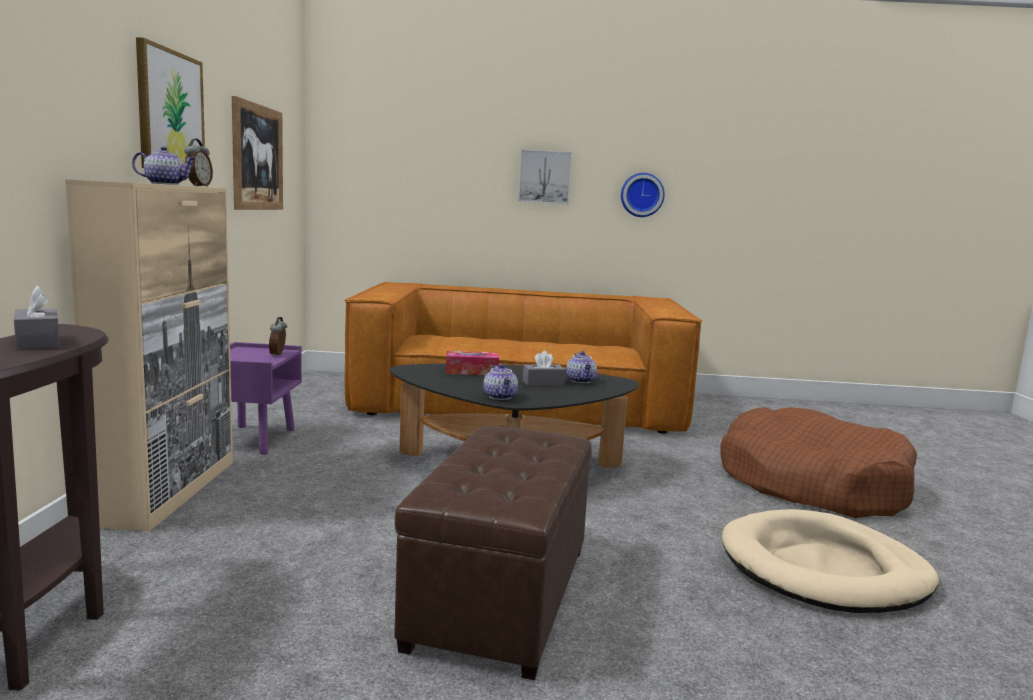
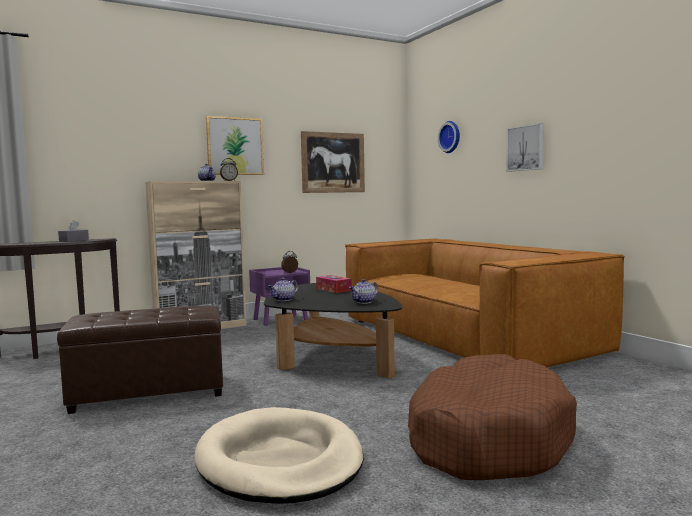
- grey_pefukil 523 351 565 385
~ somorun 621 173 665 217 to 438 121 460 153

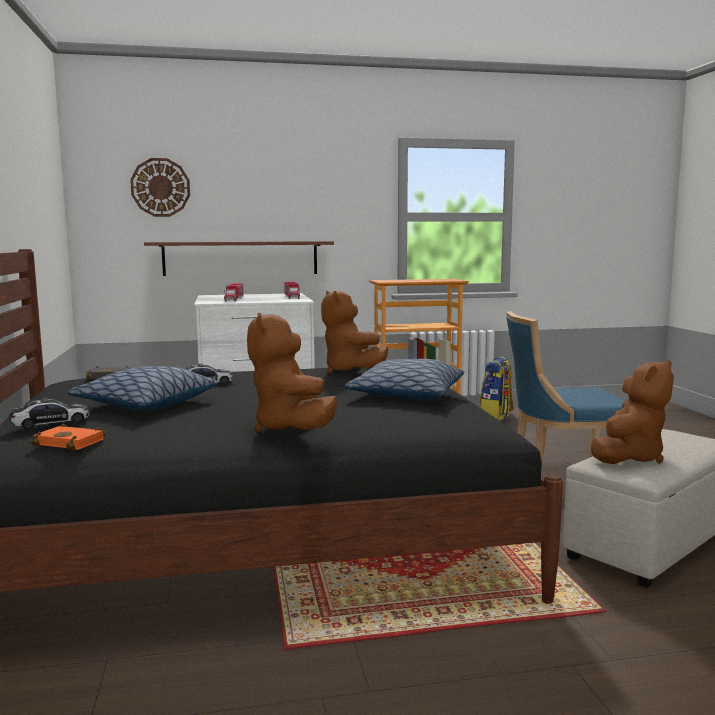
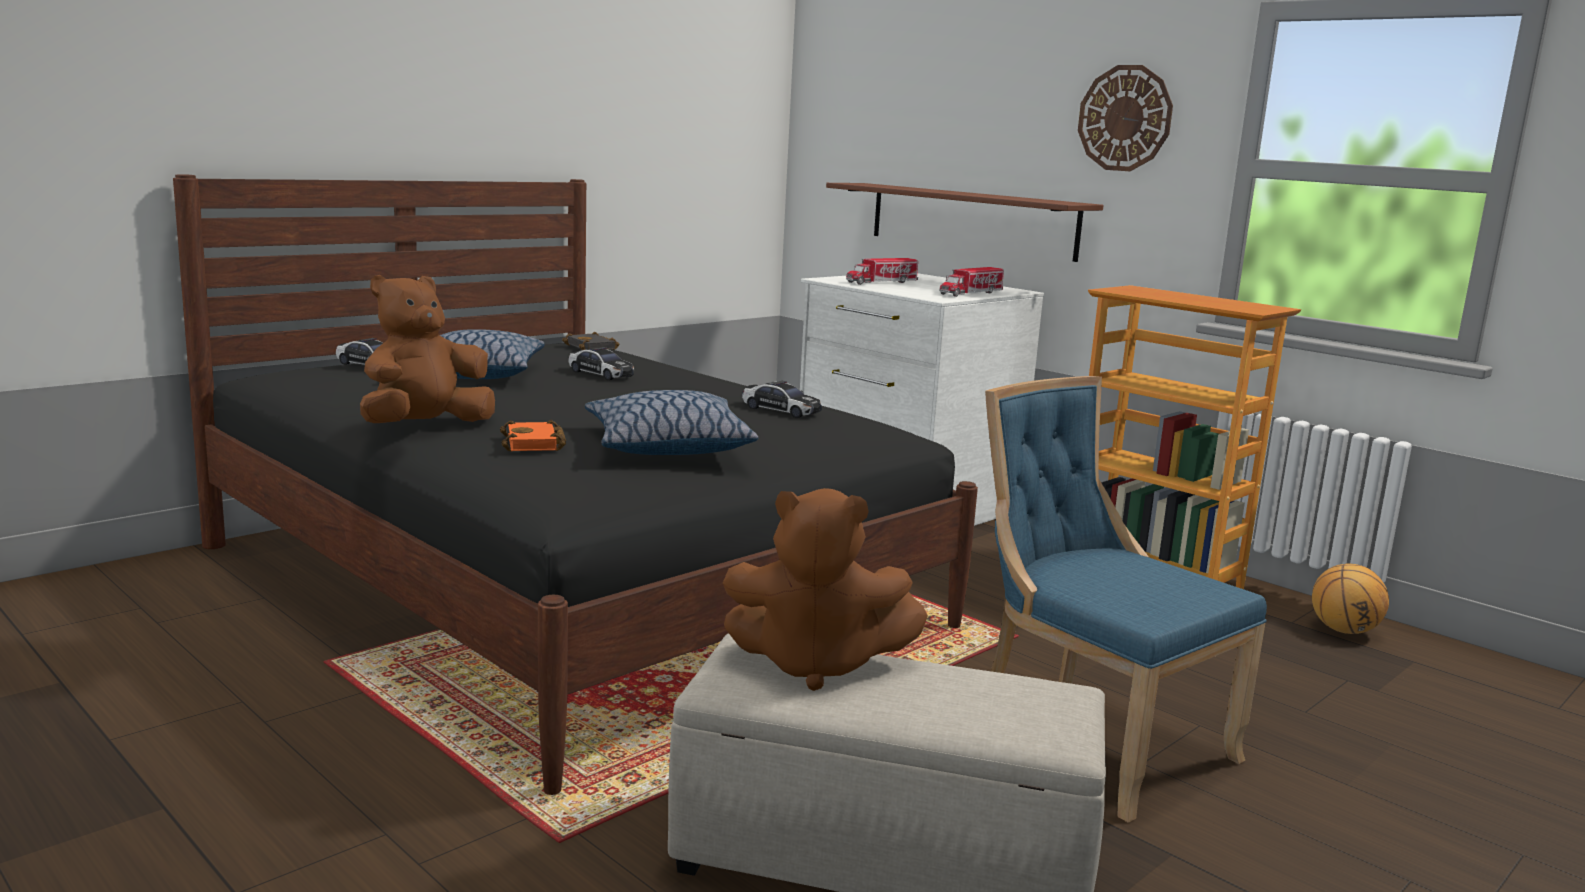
~ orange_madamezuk 30 423 106 451 to 500 420 566 452
~ somorun 130 158 190 217 to 1078 65 1173 171
~ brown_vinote 321 291 388 374 to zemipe 742 381 822 418
~ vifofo 479 357 514 421 to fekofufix 1312 564 1389 634

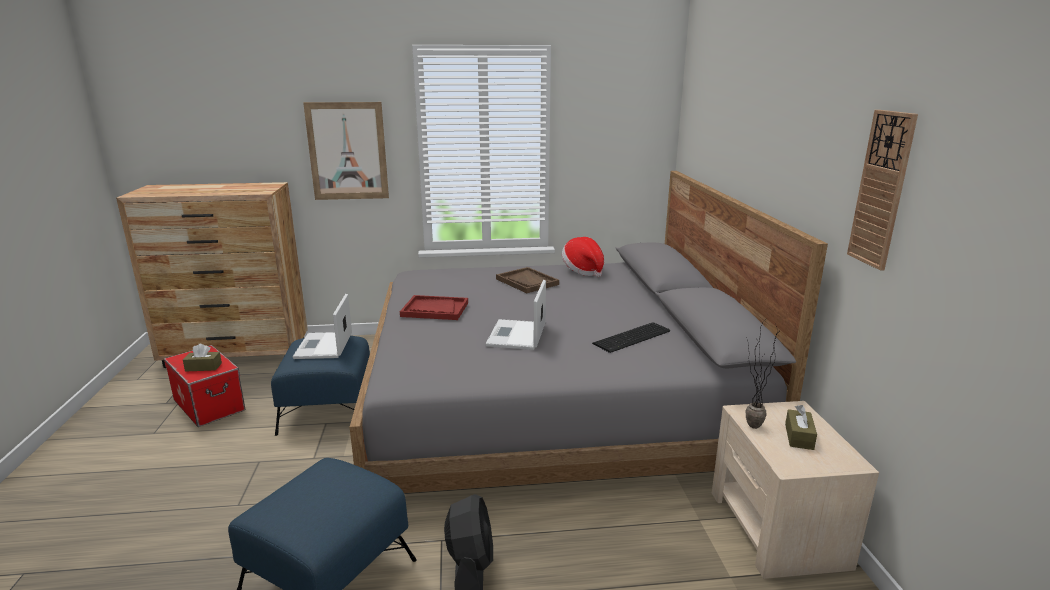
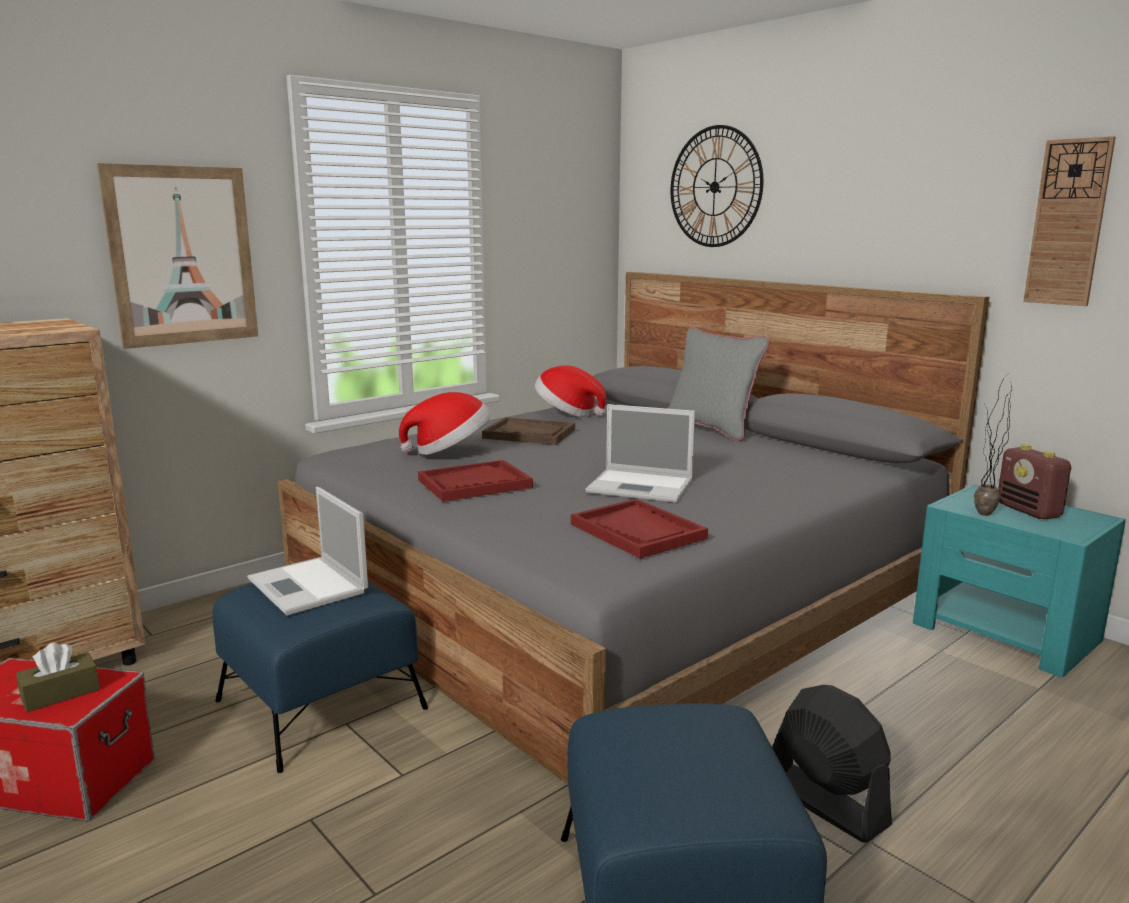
~ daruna 485 280 546 350 = 585 404 695 503 45 degrees counterclockwise
- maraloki 592 322 670 353
~ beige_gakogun 712 401 879 579 to turquoise_gakogun 913 484 1126 677
~ brown_pefukil 785 405 817 450 to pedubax 998 444 1072 519
+ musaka 399 392 491 455
+ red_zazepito 571 499 708 559
+ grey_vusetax 668 327 769 441
+ somorun 671 125 763 247

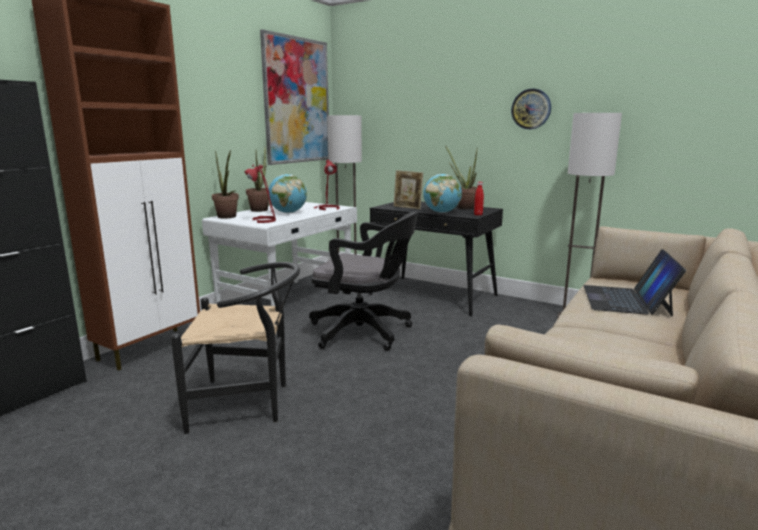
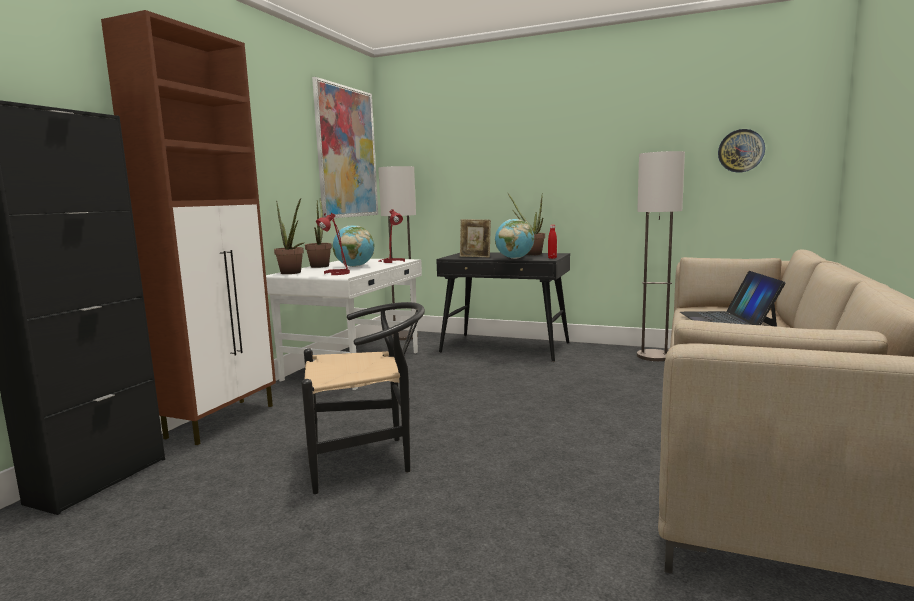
- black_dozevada 309 211 418 351
~ somorun 511 89 551 129 to 718 129 765 173

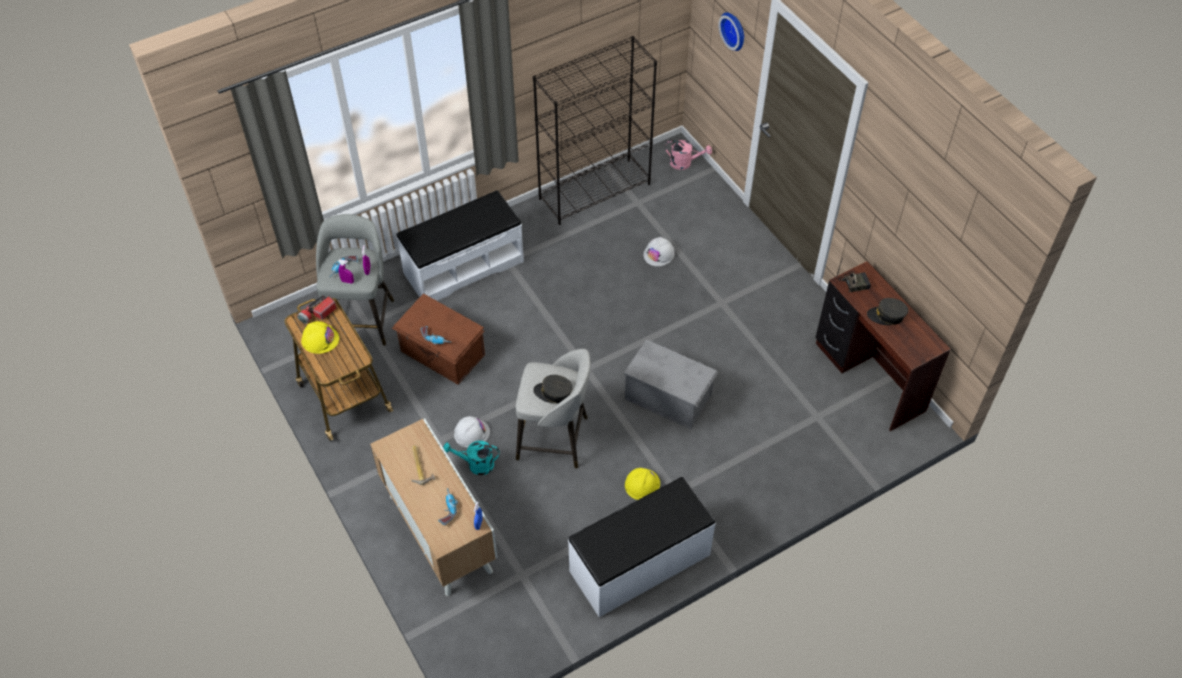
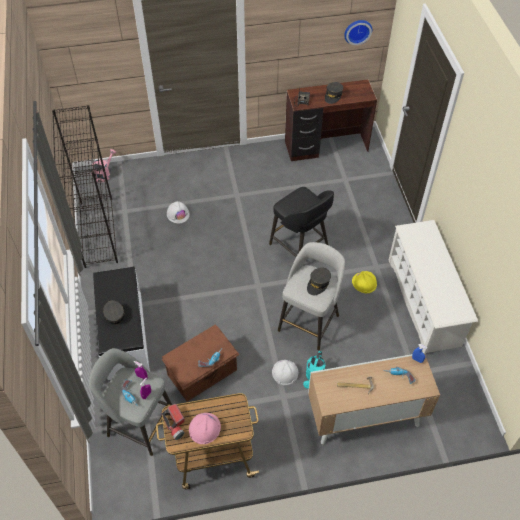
~ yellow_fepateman 301 321 339 354 to pink_fepateman 189 413 221 444
~ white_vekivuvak 568 477 716 617 to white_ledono 389 220 478 355
~ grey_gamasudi 623 340 719 429 to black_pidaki 269 187 334 257
~ somorun 719 12 744 51 to 344 20 372 45
+ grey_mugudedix 103 300 124 324

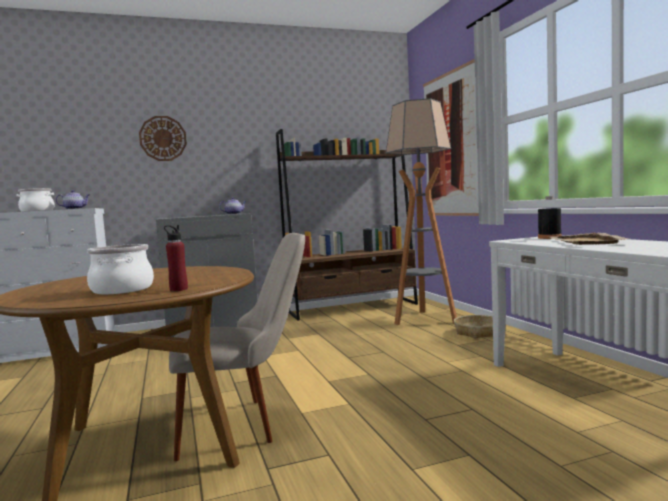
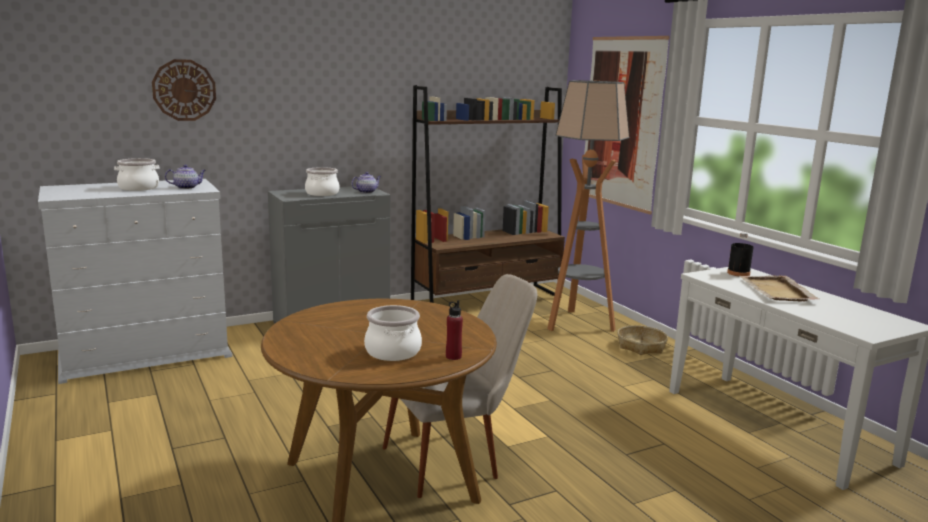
~ somorun 139 116 187 161 to 152 59 216 121
+ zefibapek 305 167 339 196

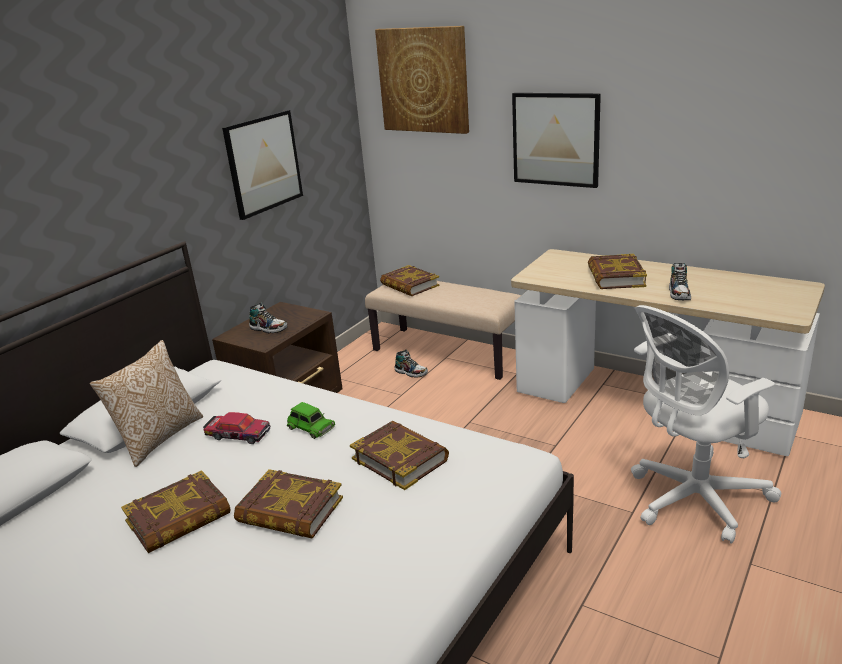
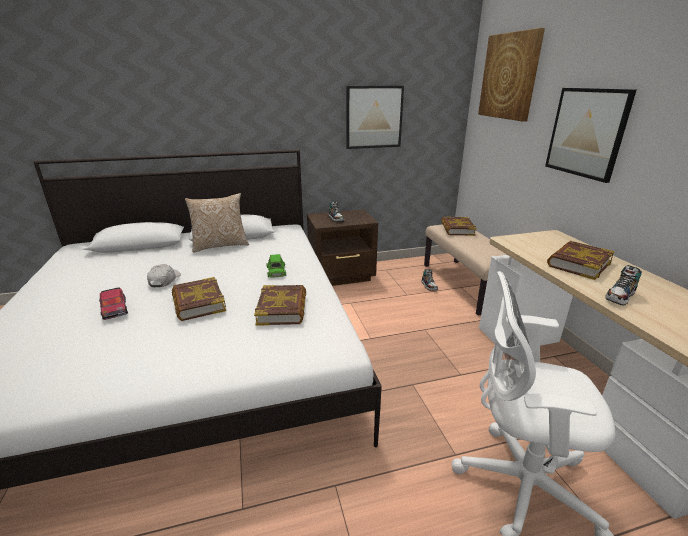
~ madamezuk 121 470 230 553 to white_mugudedix 147 264 181 287
~ zemipe 203 412 270 444 to 99 287 128 320

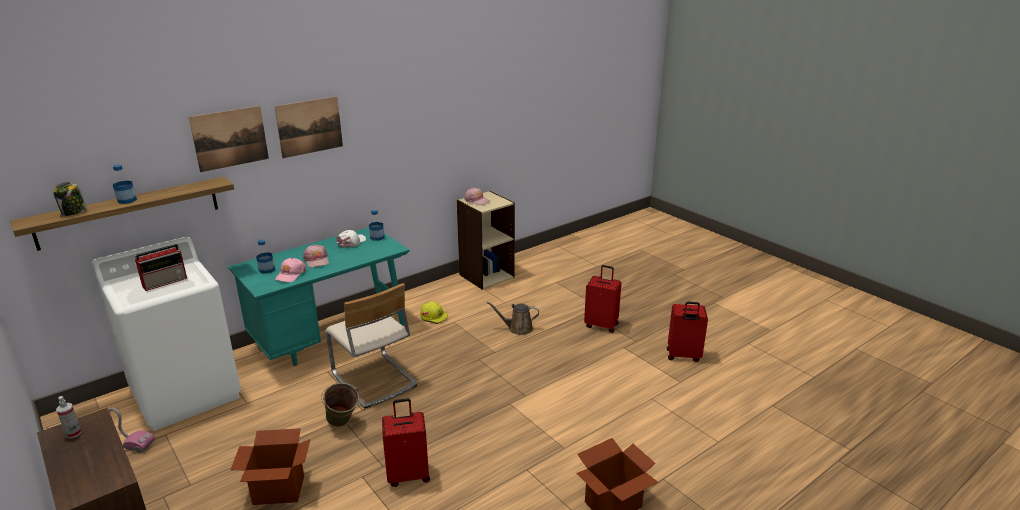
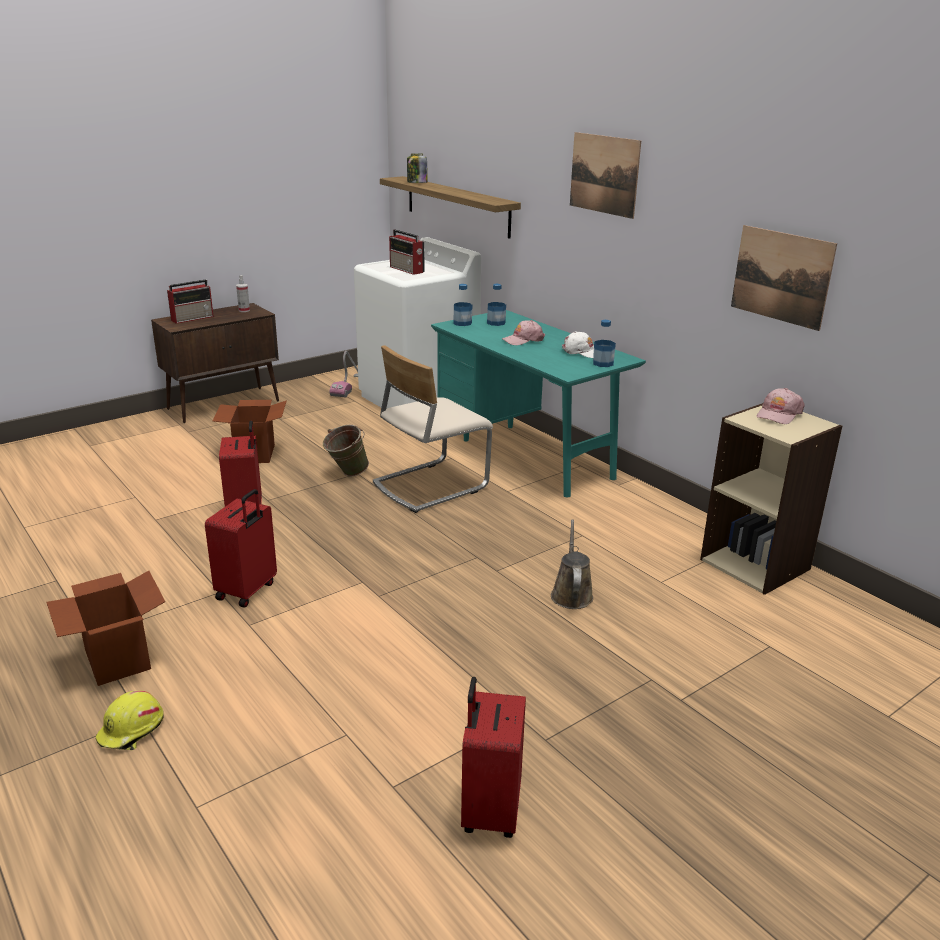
~ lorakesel 113 165 137 204 to 453 284 472 326
~ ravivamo 189 106 269 172 to 731 225 837 331
- pink_mugudedix 275 258 306 282
~ yellow_fepateman 420 301 448 324 to 95 690 164 750
~ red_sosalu 584 265 621 333 to 205 489 277 608
+ pedubax 167 279 214 324

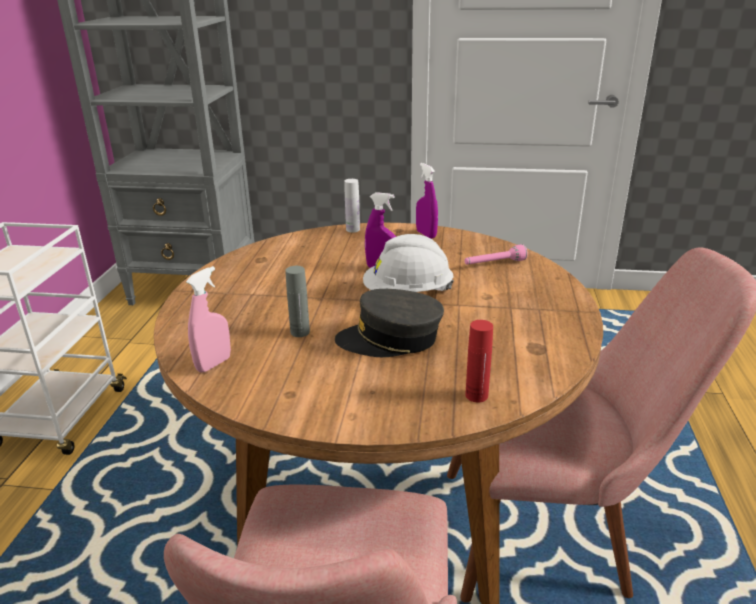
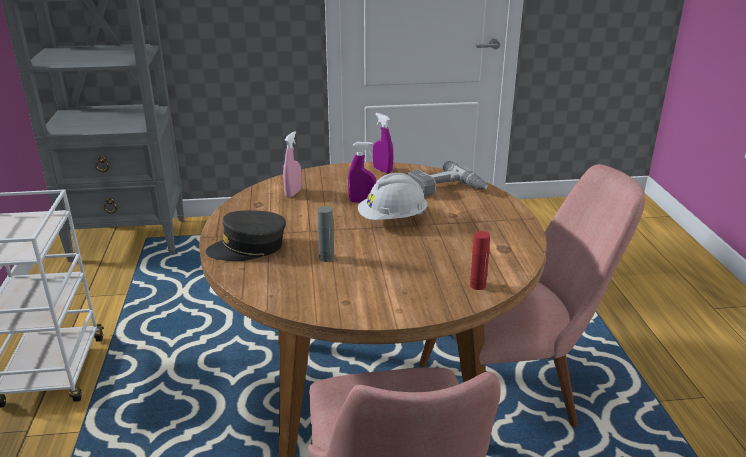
~ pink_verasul 186 266 231 373 to 283 131 302 197
~ grey_mugudedix 335 289 444 357 to 206 210 286 261
- white_lorakesel 344 179 360 233
~ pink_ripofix 464 244 528 265 to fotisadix 407 161 488 197

